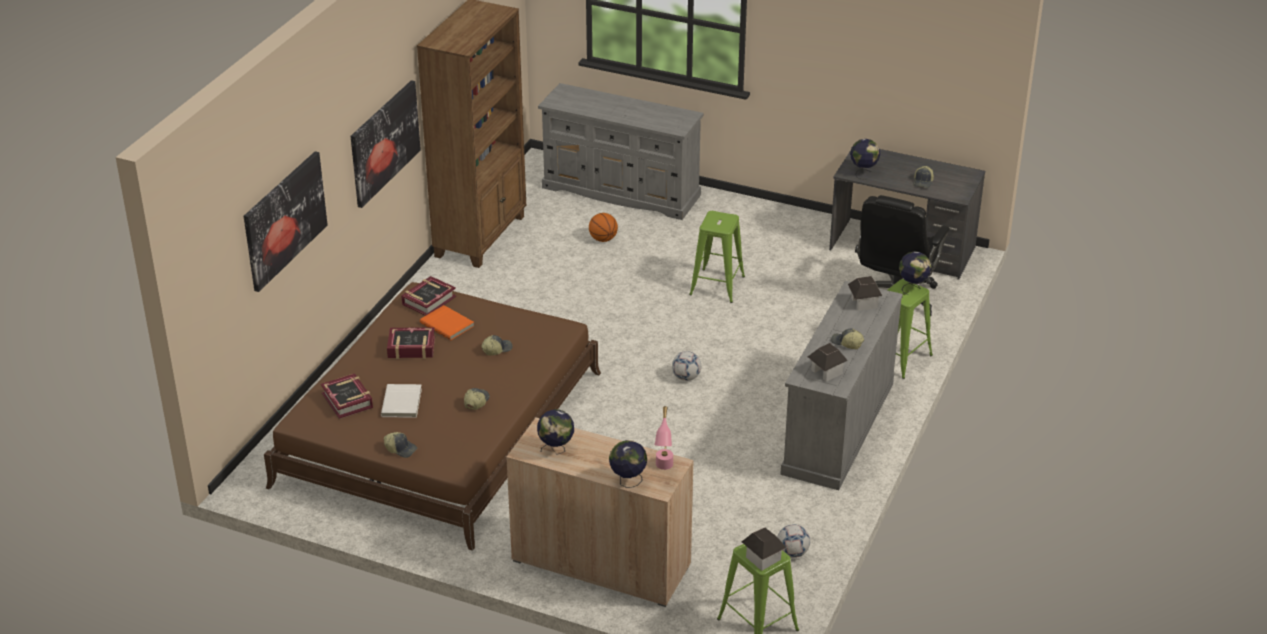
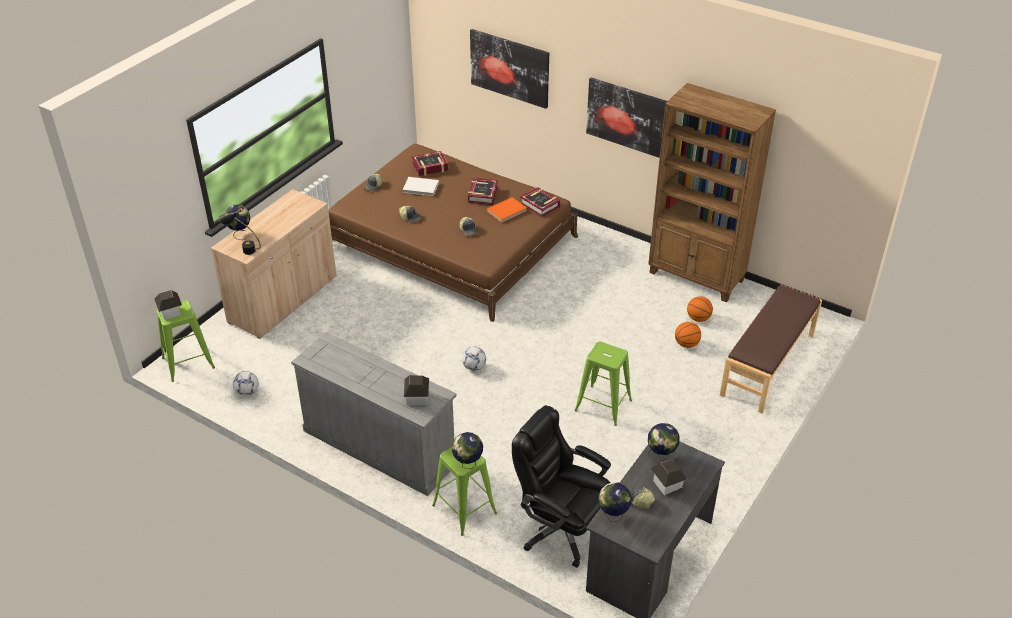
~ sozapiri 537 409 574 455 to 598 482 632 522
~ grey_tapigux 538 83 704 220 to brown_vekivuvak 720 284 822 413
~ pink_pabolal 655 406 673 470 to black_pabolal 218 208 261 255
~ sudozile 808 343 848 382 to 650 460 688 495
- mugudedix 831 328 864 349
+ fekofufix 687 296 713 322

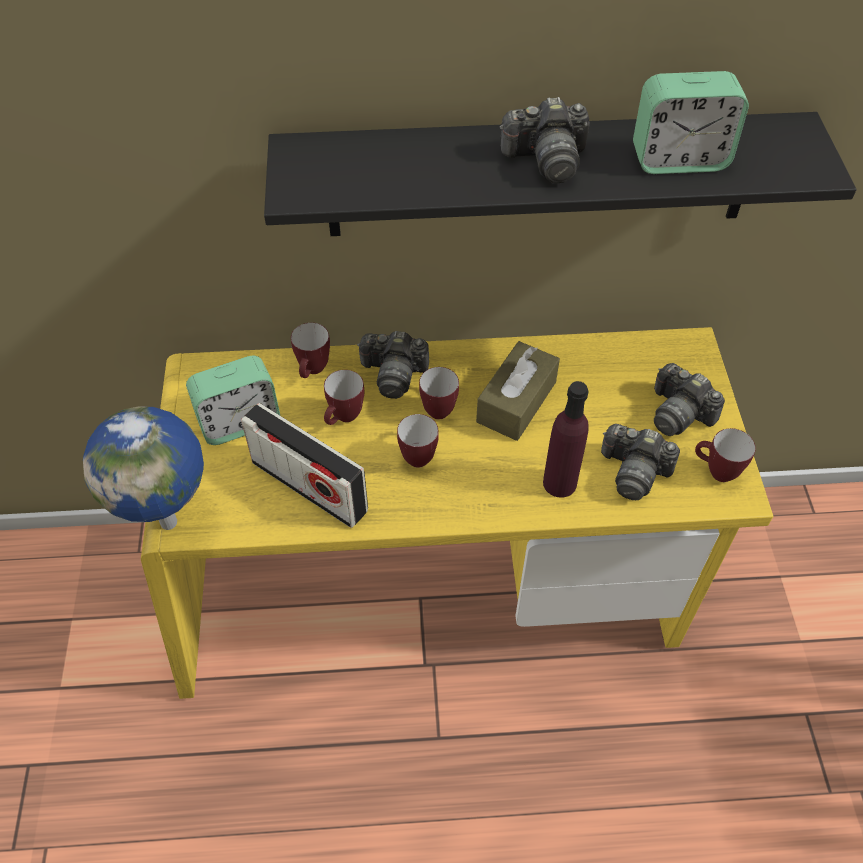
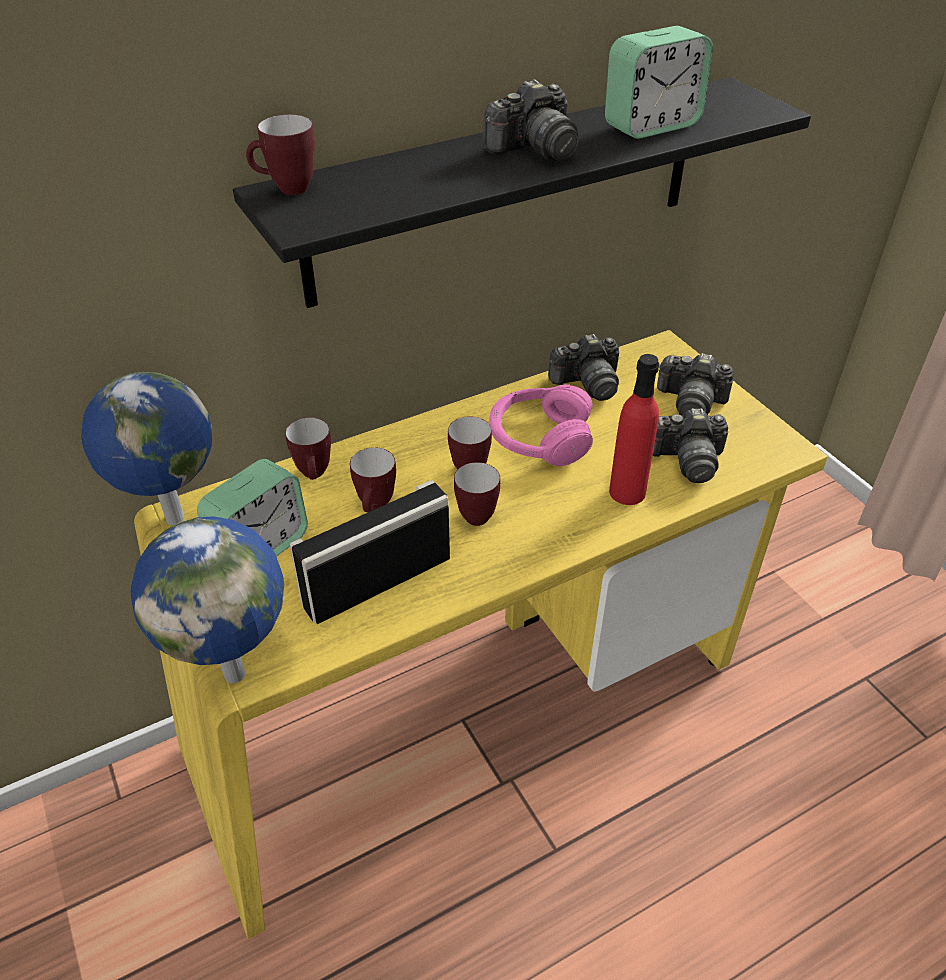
~ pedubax 241 403 368 528 = 290 480 450 624 135 degrees clockwise
~ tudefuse 357 331 429 399 to 548 334 619 401
~ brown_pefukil 476 341 560 441 to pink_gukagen 489 384 593 466
~ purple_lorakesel 543 381 589 498 to red_lorakesel 609 354 659 505
~ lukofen 695 428 756 482 to 246 114 315 195
+ sozapiri 81 372 212 525

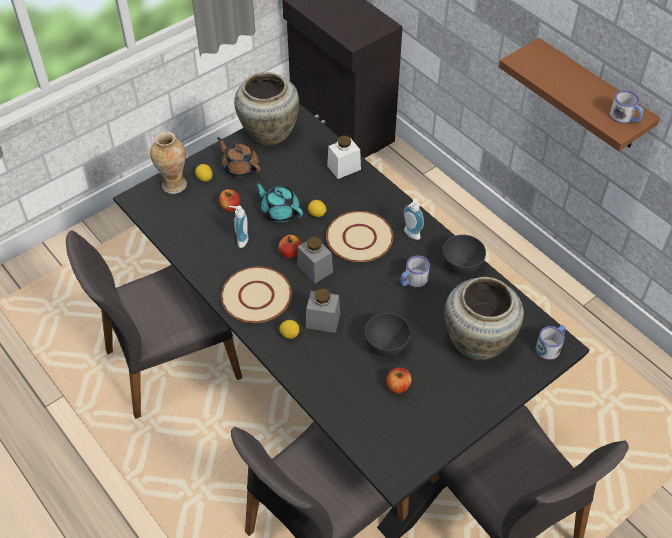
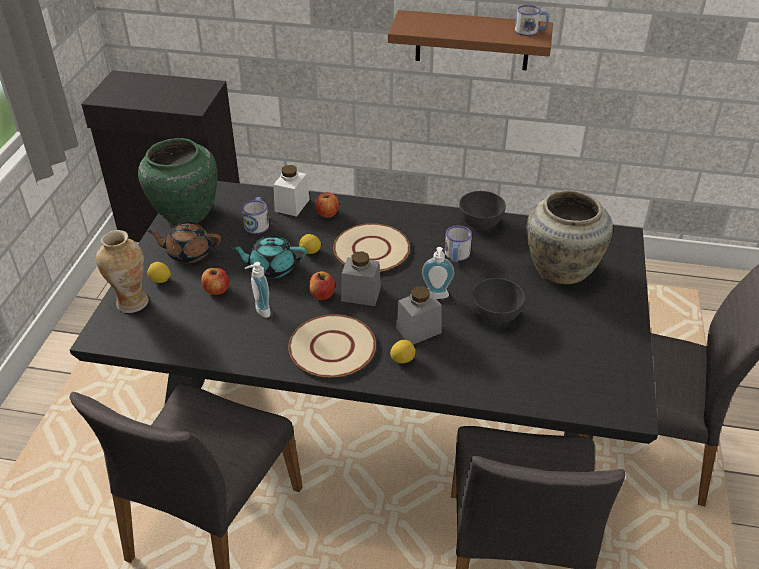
~ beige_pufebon 234 72 299 146 to green_pufebon 138 138 218 225
~ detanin 386 367 412 394 to 315 192 339 218
~ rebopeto 404 199 424 240 to 422 247 454 299
~ lukofen 535 325 566 360 to 242 197 269 234

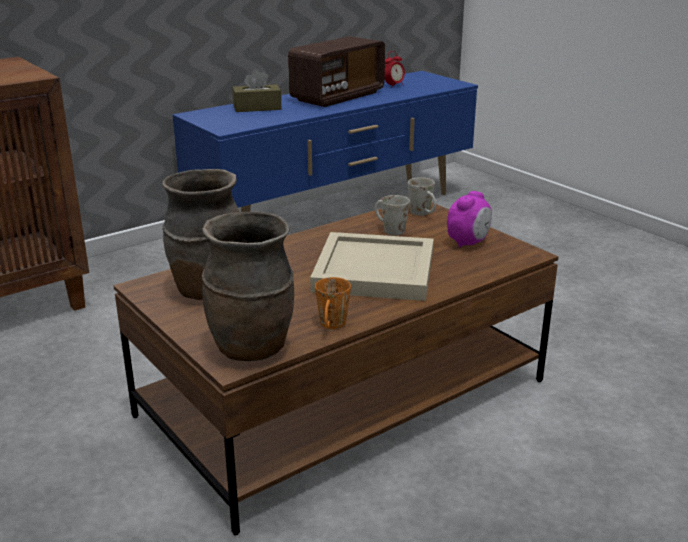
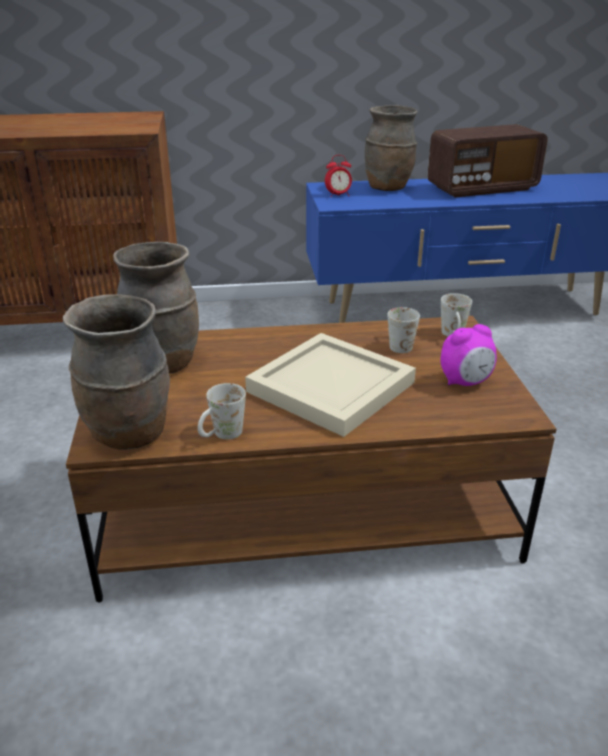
~ brown_pefukil 232 69 282 112 to brown_pufebon 365 105 418 191
~ orange_lukofen 315 277 351 329 to white_lukofen 198 383 246 440
~ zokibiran 385 51 405 88 to 325 155 352 196

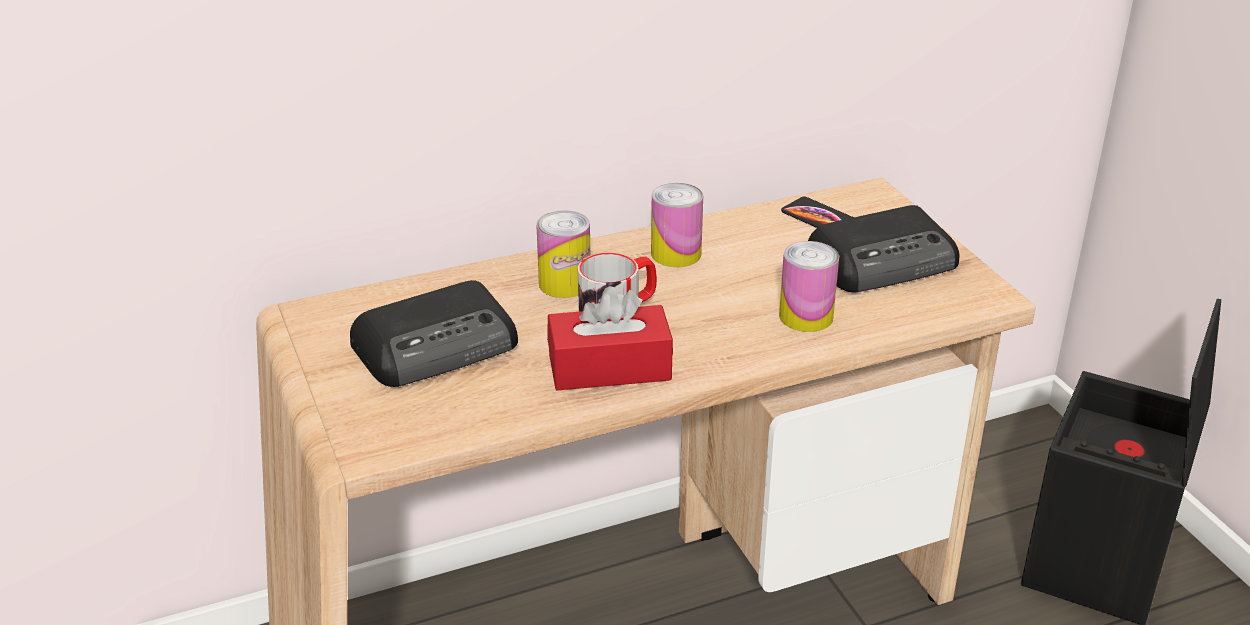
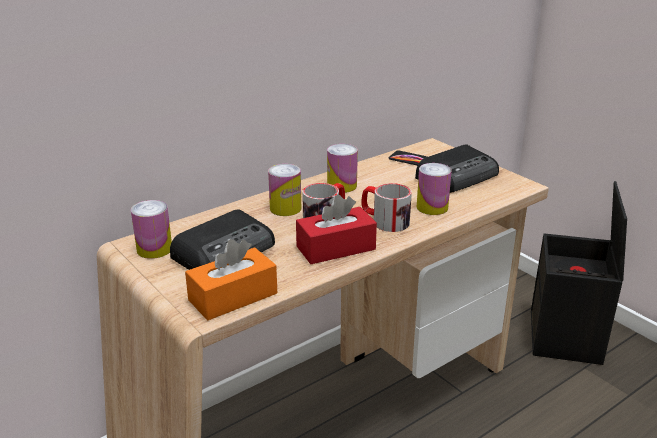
+ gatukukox 131 200 172 259
+ orange_pefukil 185 239 277 320
+ lukofen 361 183 412 232

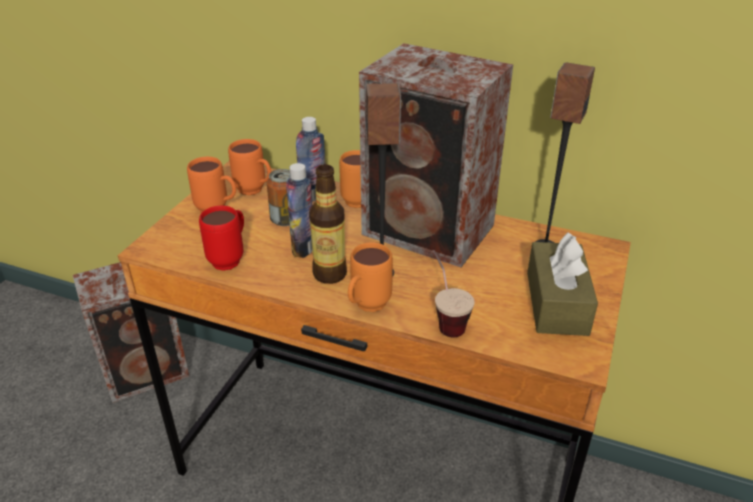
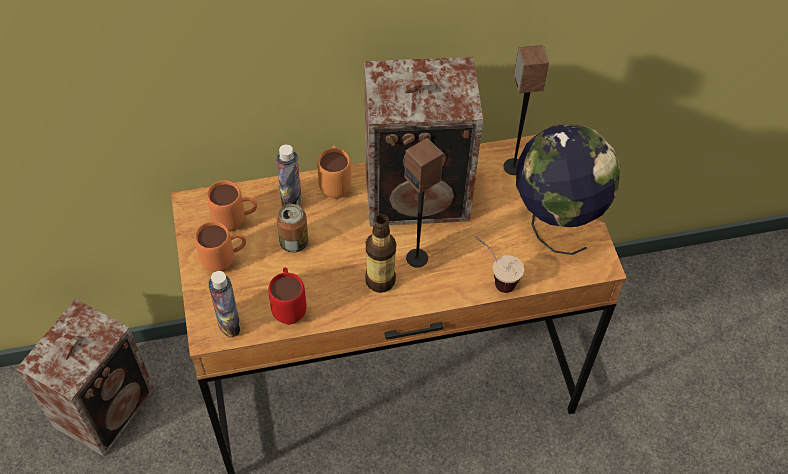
~ lorakesel 286 163 313 258 to 208 271 241 338
- orange_lukofen 348 242 393 312
~ brown_pefukil 527 232 598 336 to sozapiri 516 123 620 255

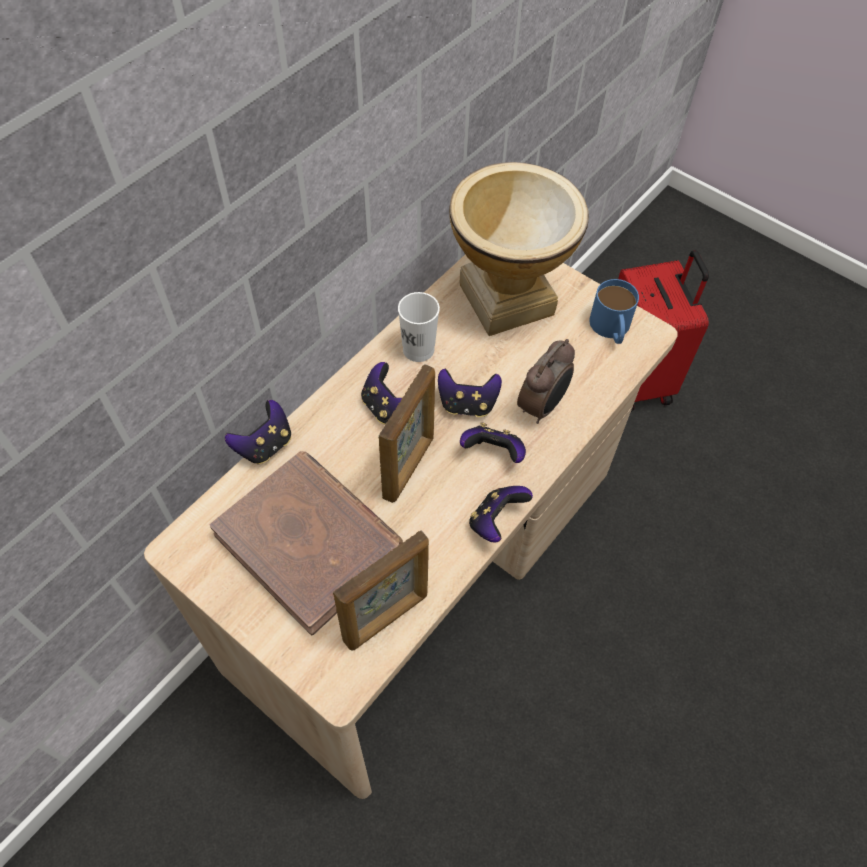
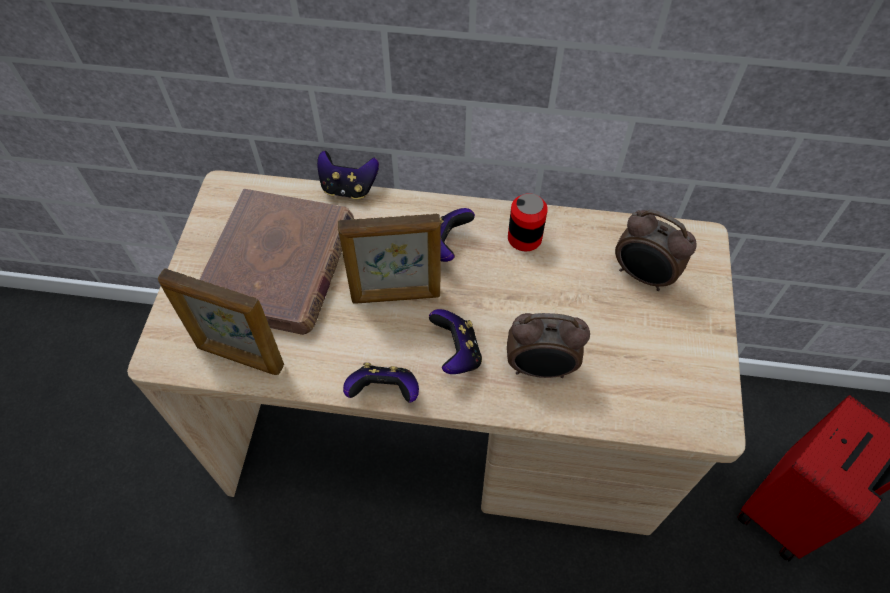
~ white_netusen 398 292 440 362 to gatukukox 508 193 548 251
- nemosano 438 369 502 417
~ pufebon 449 162 589 336 to zokibiran 615 210 697 291
- blue_lukofen 589 279 639 344

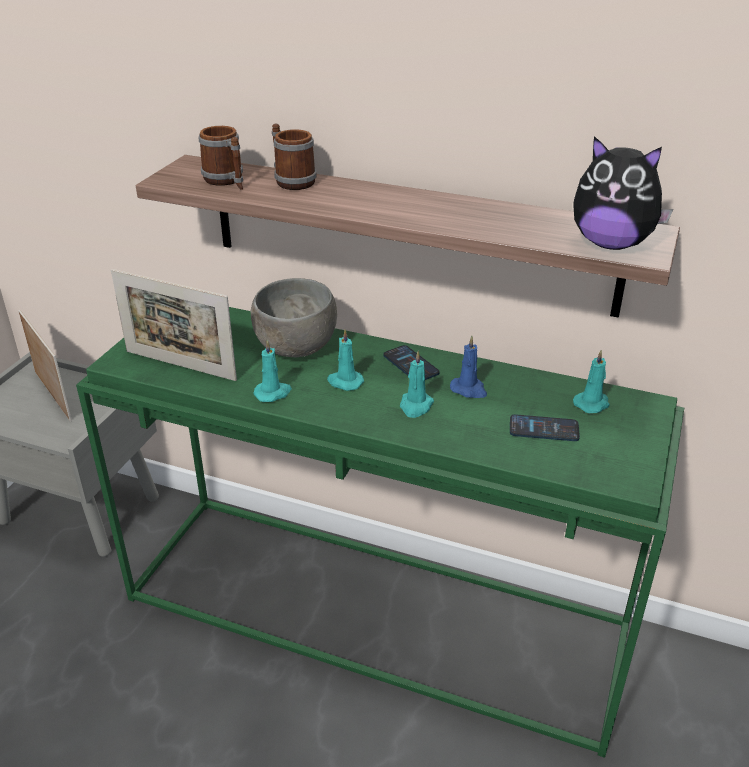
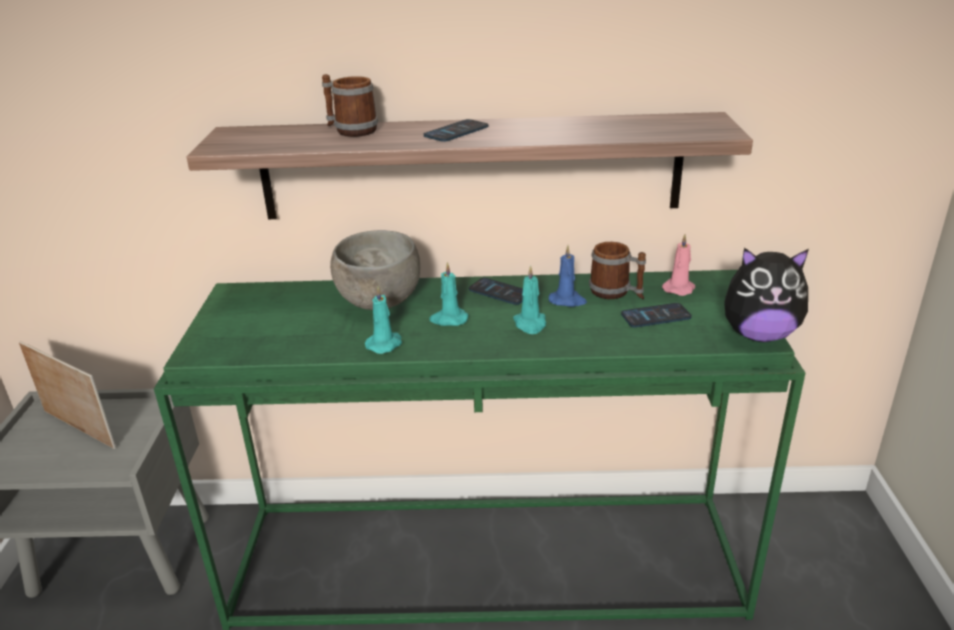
- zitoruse 111 269 237 381
~ lukofen 199 126 243 190 to 589 242 646 299
~ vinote 573 136 673 250 to 724 248 809 342
~ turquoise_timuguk 573 350 610 413 to pink_timuguk 662 234 695 296
+ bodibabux 424 119 489 142

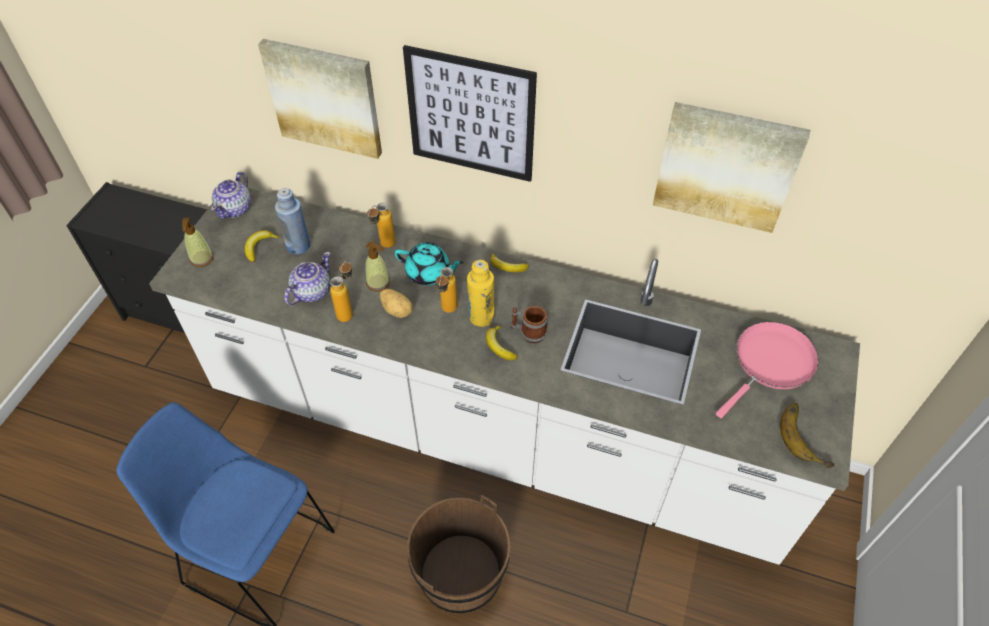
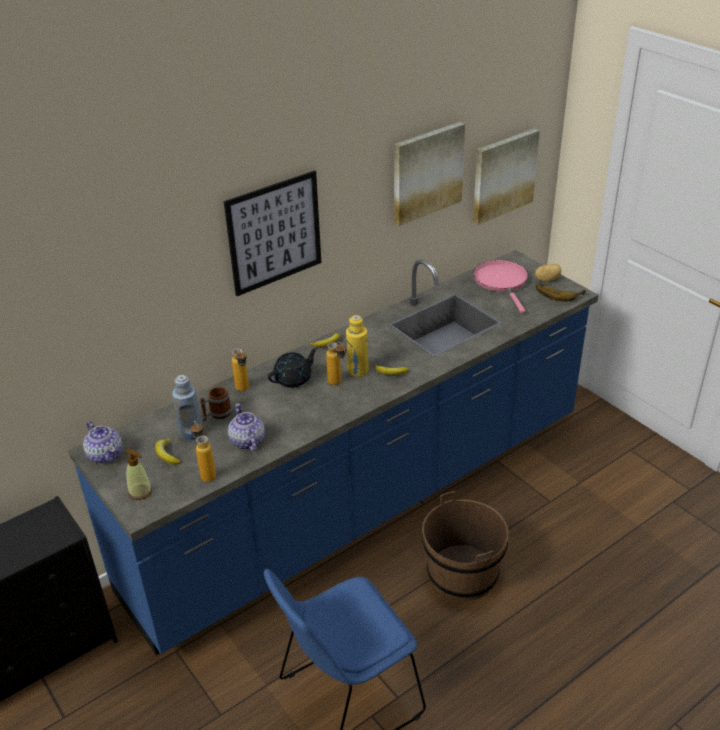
~ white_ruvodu 149 188 860 565 to blue_ruvodu 68 250 599 655
~ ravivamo 258 39 382 159 to 473 128 540 225
~ lorakesel 330 260 353 322 to 191 421 216 482
- rebopeto 365 241 390 292
~ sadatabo 380 289 413 318 to 535 264 562 281
~ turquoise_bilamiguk 394 242 464 285 to black_bilamiguk 268 348 318 388
~ lukofen 511 306 548 343 to 200 387 232 421

